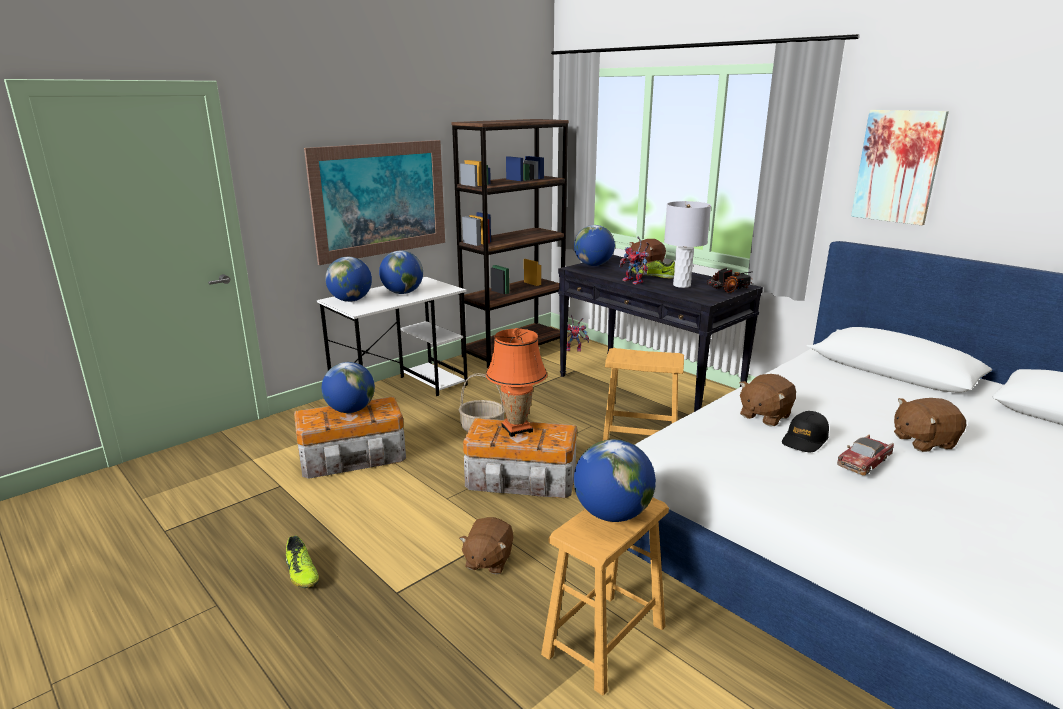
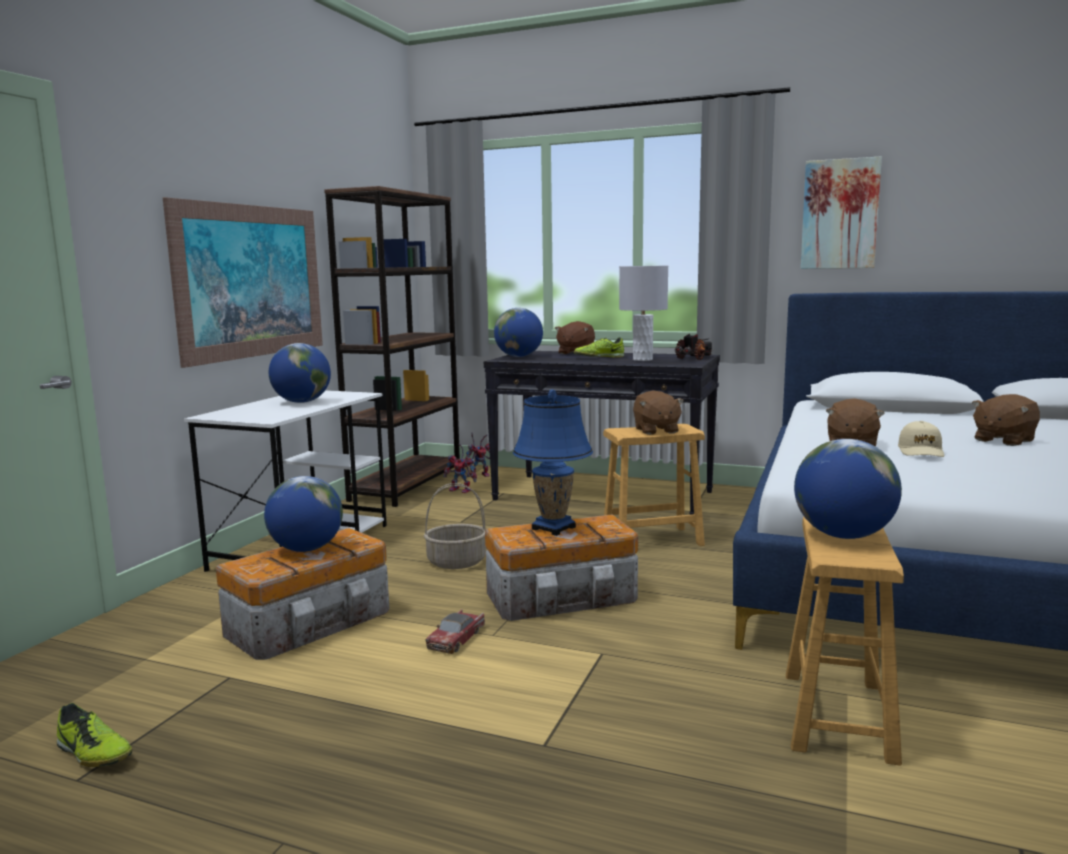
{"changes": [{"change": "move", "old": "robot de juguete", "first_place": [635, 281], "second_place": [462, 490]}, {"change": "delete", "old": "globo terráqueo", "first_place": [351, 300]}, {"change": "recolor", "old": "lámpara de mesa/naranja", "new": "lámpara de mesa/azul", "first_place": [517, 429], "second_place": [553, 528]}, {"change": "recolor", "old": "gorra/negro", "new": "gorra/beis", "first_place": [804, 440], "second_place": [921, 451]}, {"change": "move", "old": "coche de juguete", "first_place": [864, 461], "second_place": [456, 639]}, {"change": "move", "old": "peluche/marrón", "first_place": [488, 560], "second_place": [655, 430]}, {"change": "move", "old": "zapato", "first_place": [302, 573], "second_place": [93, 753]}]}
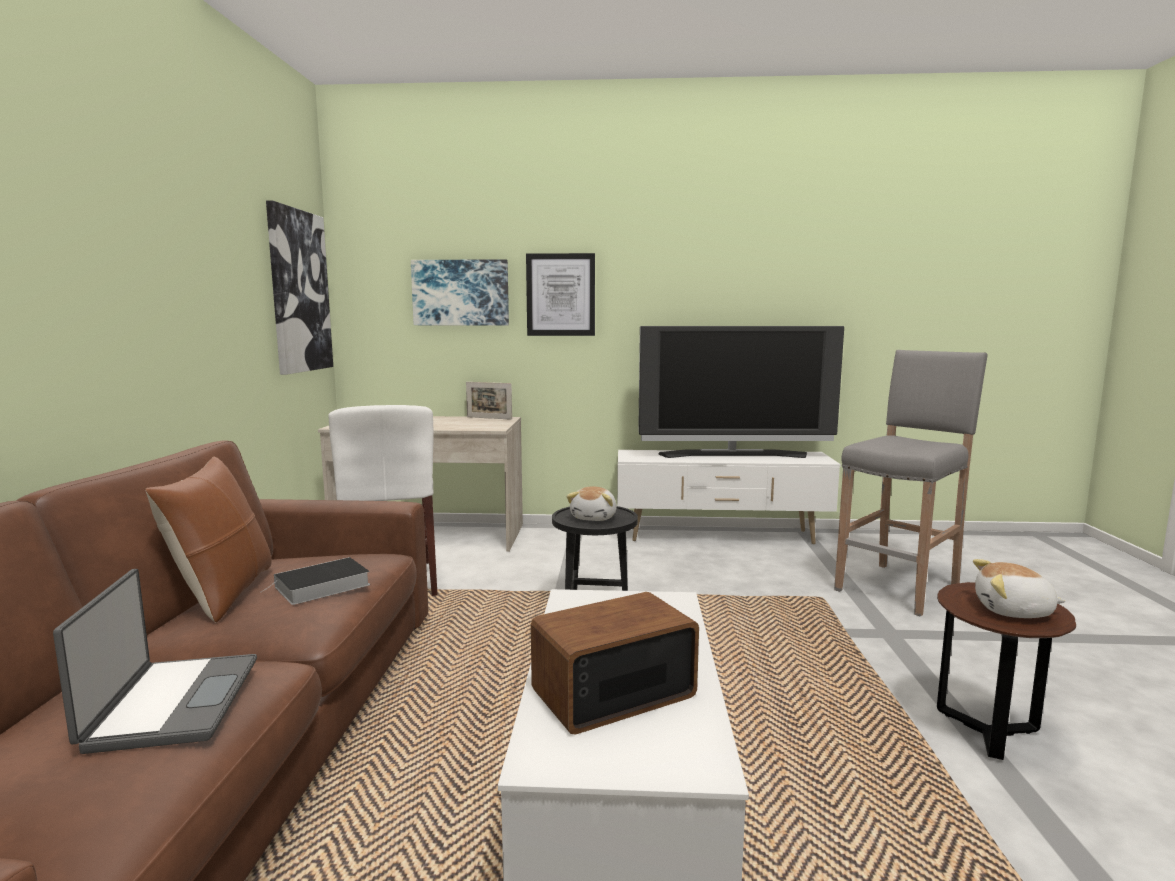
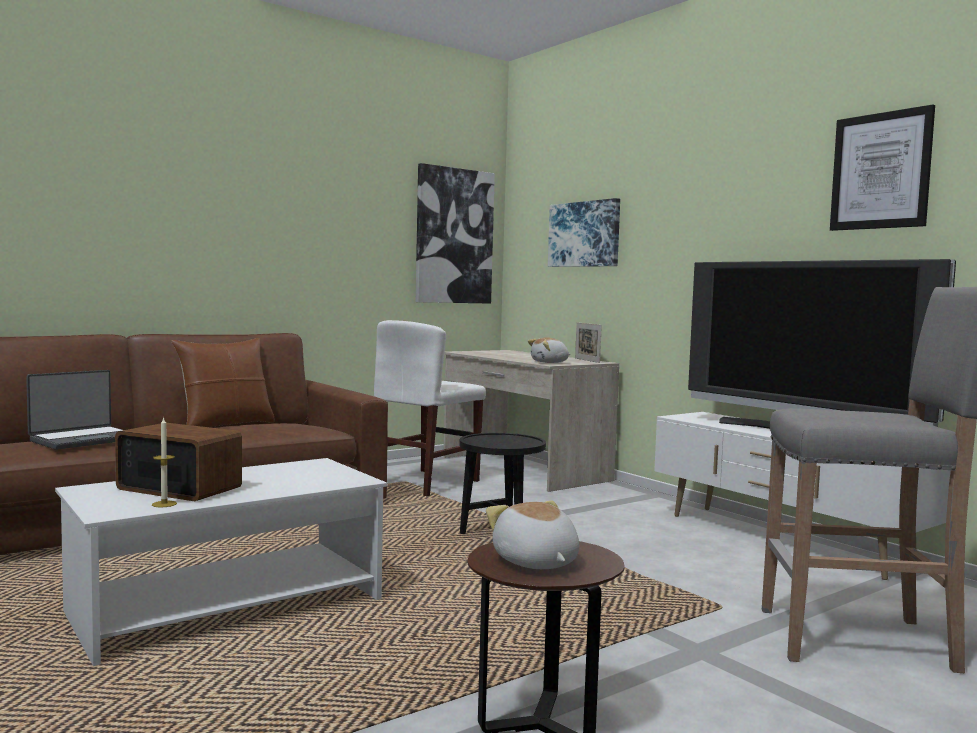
{"changes": [{"change": "move", "old": "cuadro", "first_place": [560, 295], "second_place": [880, 171]}, {"change": "move", "old": "peluche", "first_place": [594, 517], "second_place": [550, 362]}, {"change": "delete", "old": "libro", "first_place": [320, 587]}, {"change": "insert", "new": "vela", "second_place": [164, 504]}]}
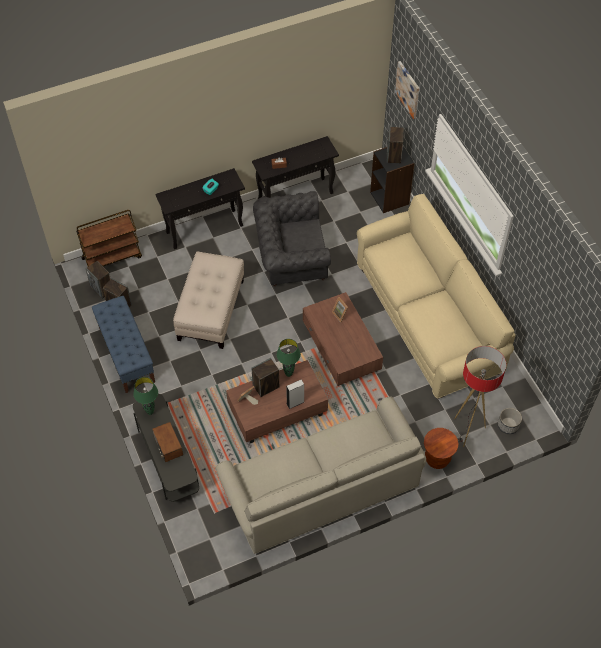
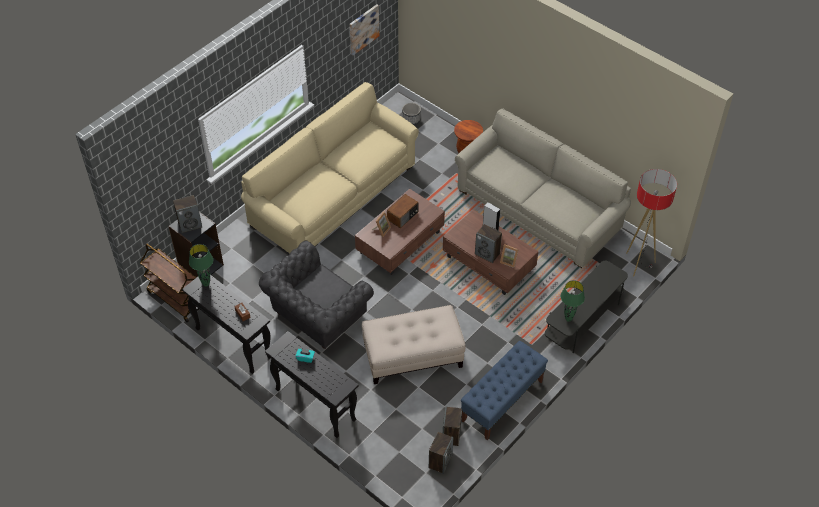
{"changes": [{"change": "move", "old": "cuadro", "first_place": [408, 89], "second_place": [363, 29]}, {"change": "rotate", "old": "sillón/gris", "first_place": [291, 258], "second_place": [317, 316], "degrees": 75}, {"change": "move", "old": "carrito/marrón", "first_place": [112, 257], "second_place": [175, 299]}, {"change": "move", "old": "lámpara de mesa/verde", "first_place": [288, 374], "second_place": [206, 284]}, {"change": "move", "old": "lámpara de pie", "first_place": [467, 431], "second_place": [638, 264]}, {"change": "move", "old": "radio", "first_place": [168, 446], "second_place": [403, 216]}]}
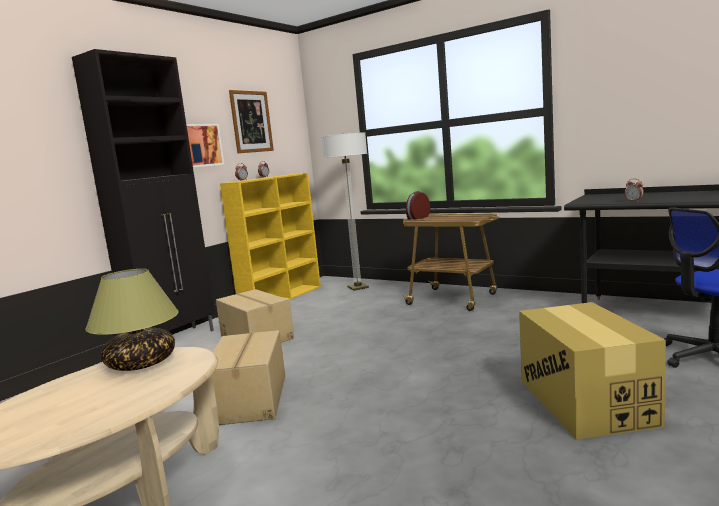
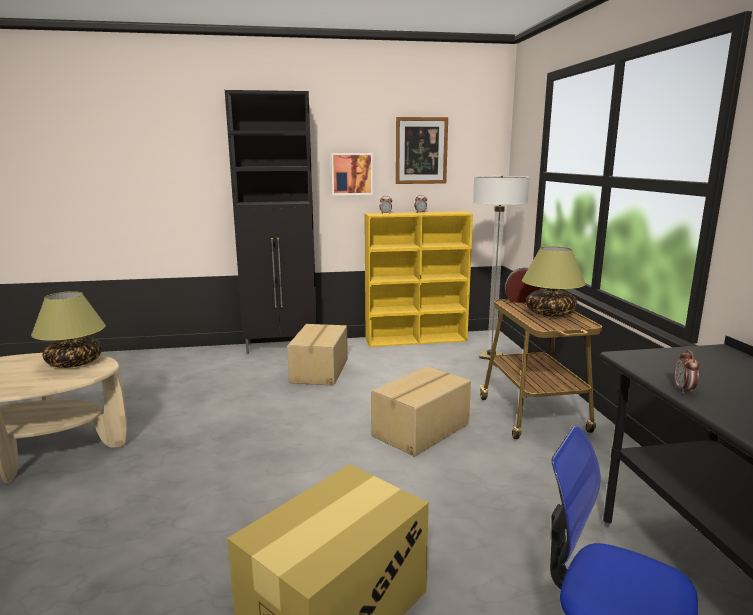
{"changes": [{"change": "move", "old": "caja de cartón", "first_place": [251, 399], "second_place": [422, 430]}, {"change": "insert", "new": "lámpara de mesa", "second_place": [550, 313]}]}
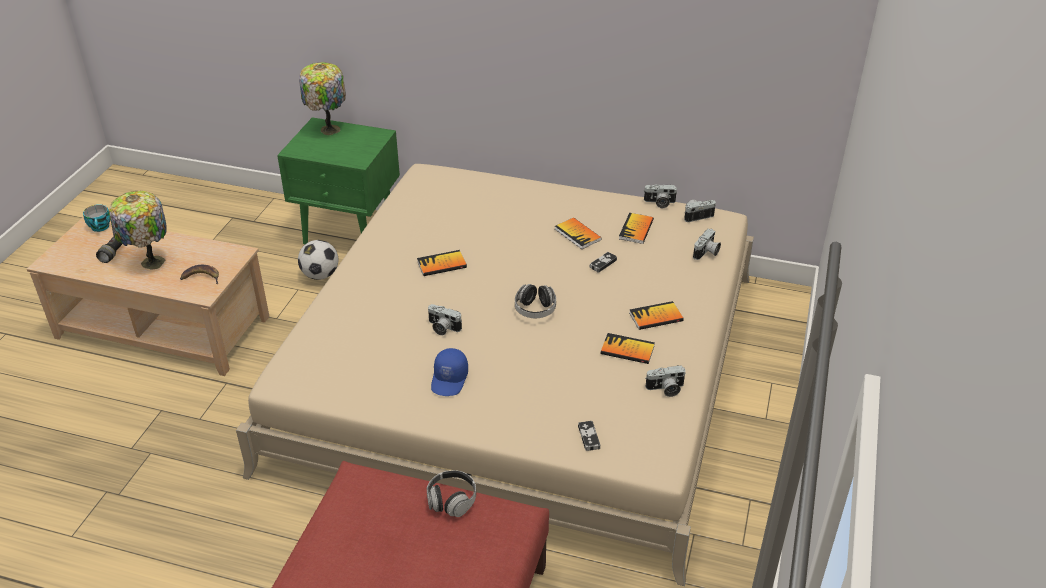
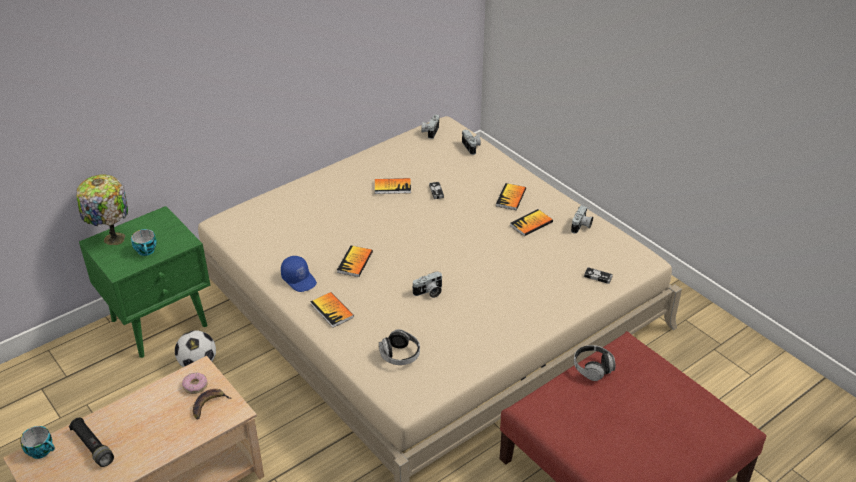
{"changes": [{"change": "delete", "old": "cámara", "first_place": [659, 203]}, {"change": "delete", "old": "lámpara de mesa", "first_place": [150, 263]}, {"change": "move", "old": "libro", "first_place": [636, 229], "second_place": [332, 310]}, {"change": "move", "old": "auriculares", "first_place": [535, 310], "second_place": [400, 355]}, {"change": "move", "old": "gorra/azul", "first_place": [450, 379], "second_place": [299, 279]}, {"change": "insert", "new": "taza", "second_place": [147, 251]}, {"change": "insert", "new": "rosquilla", "second_place": [195, 386]}]}
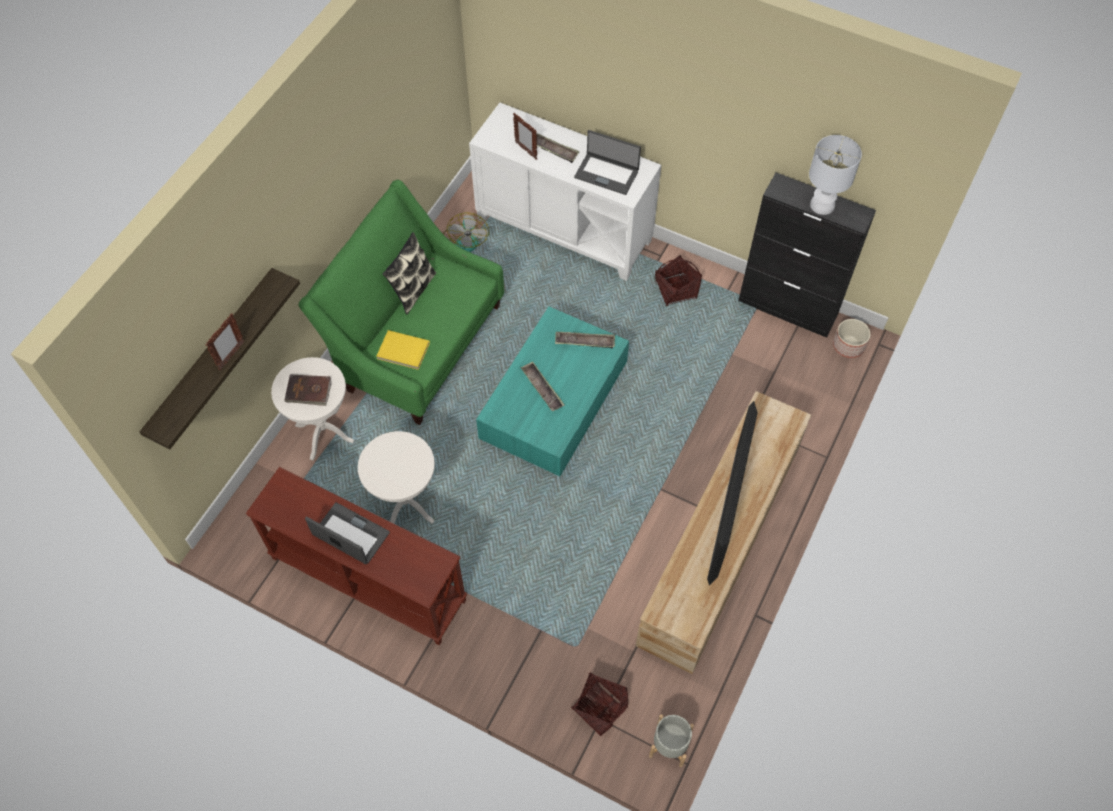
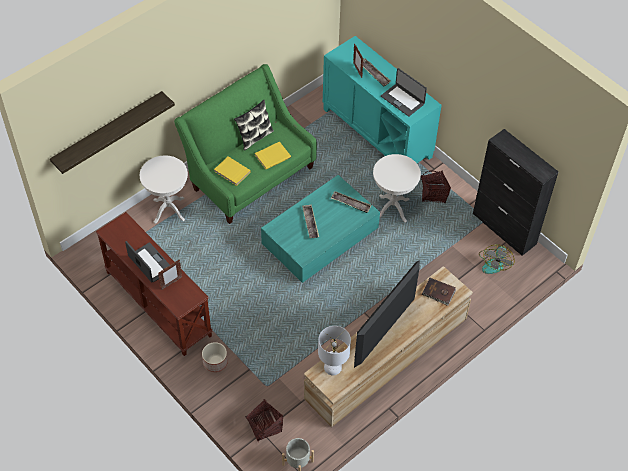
{"changes": [{"change": "recolor", "old": "armario/blanco", "new": "armario/turquesa", "first_place": [564, 229], "second_place": [377, 133]}, {"change": "move", "old": "lámpara de mesa/blanco", "first_place": [822, 204], "second_place": [333, 367]}, {"change": "move", "old": "ventilador", "first_place": [466, 240], "second_place": [494, 262]}, {"change": "move", "old": "portarretratos", "first_place": [231, 356], "second_place": [171, 283]}, {"change": "move", "old": "maceta", "first_place": [848, 346], "second_place": [215, 362]}, {"change": "move", "old": "libro/marrón", "first_place": [308, 391], "second_place": [438, 292]}, {"change": "move", "old": "mesa auxiliar/blanco", "first_place": [407, 506], "second_place": [392, 208]}, {"change": "insert", "new": "libro/amarillo", "second_place": [272, 156]}]}
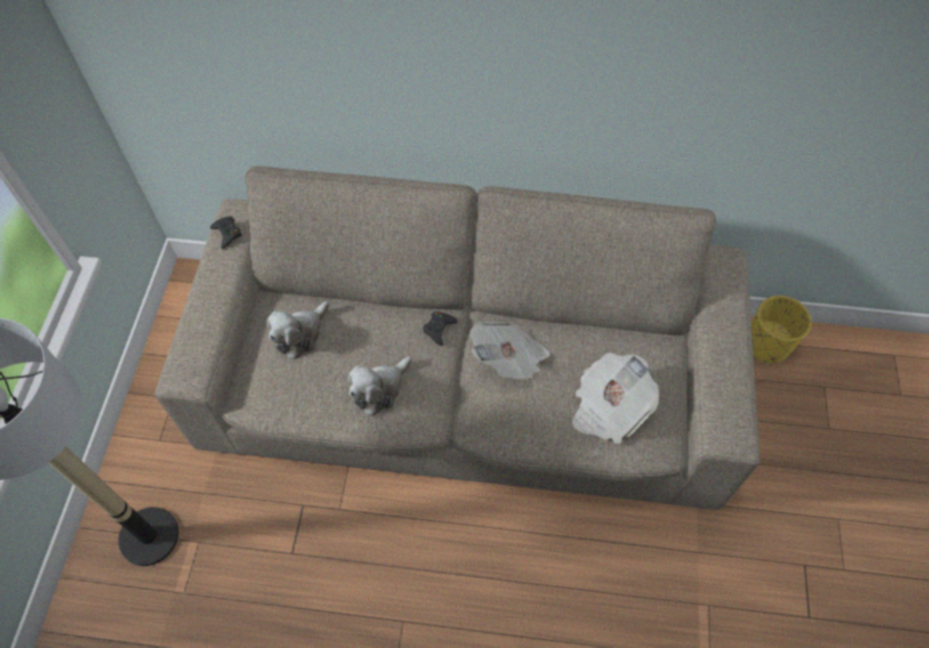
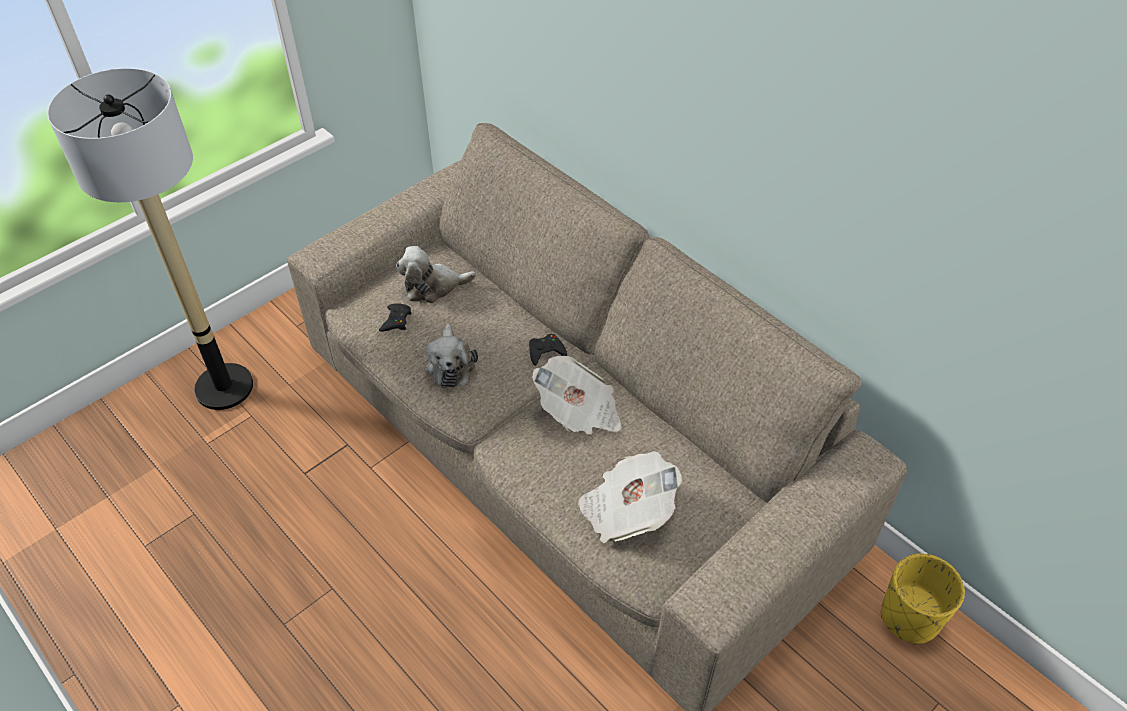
{"changes": [{"change": "move", "old": "mando de consola/negro", "first_place": [227, 233], "second_place": [396, 320]}, {"change": "rotate", "old": "peluche", "first_place": [380, 389], "second_place": [450, 365], "degrees": -90}]}
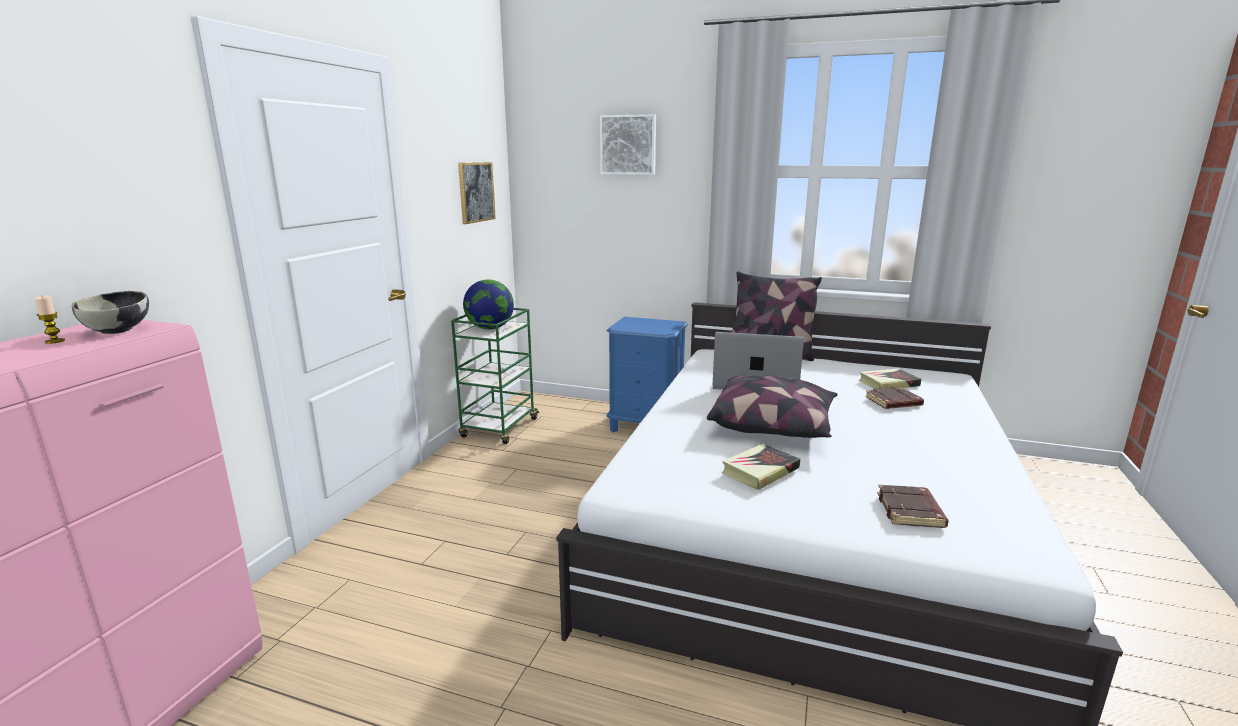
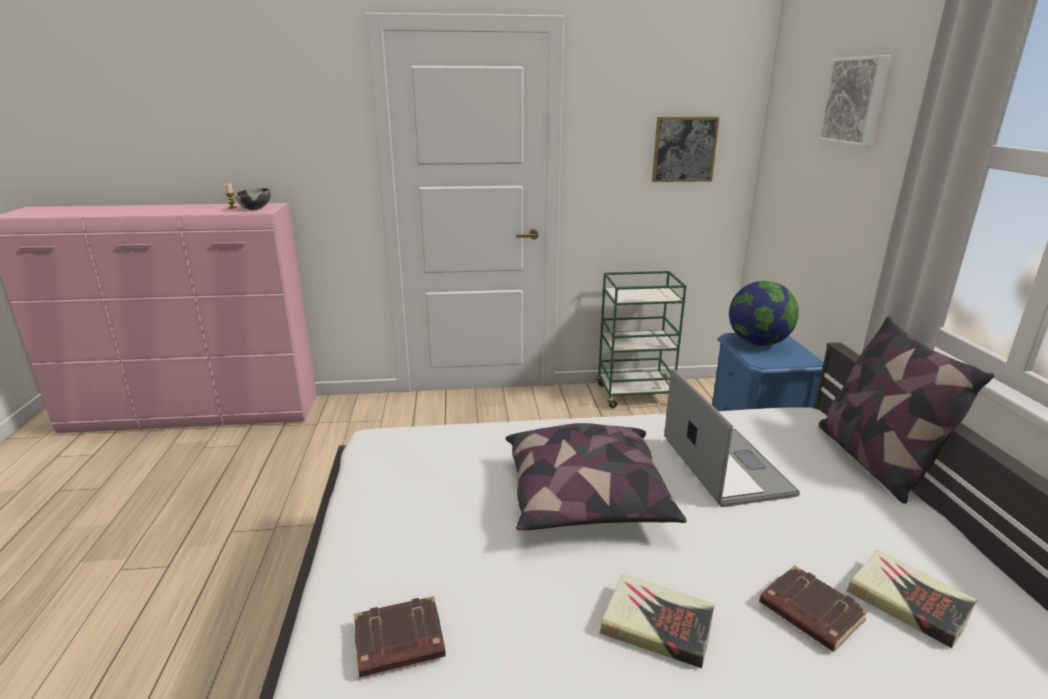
{"changes": [{"change": "move", "old": "globo terráqueo", "first_place": [490, 328], "second_place": [758, 343]}, {"change": "move", "old": "libro", "first_place": [760, 471], "second_place": [657, 625]}]}
